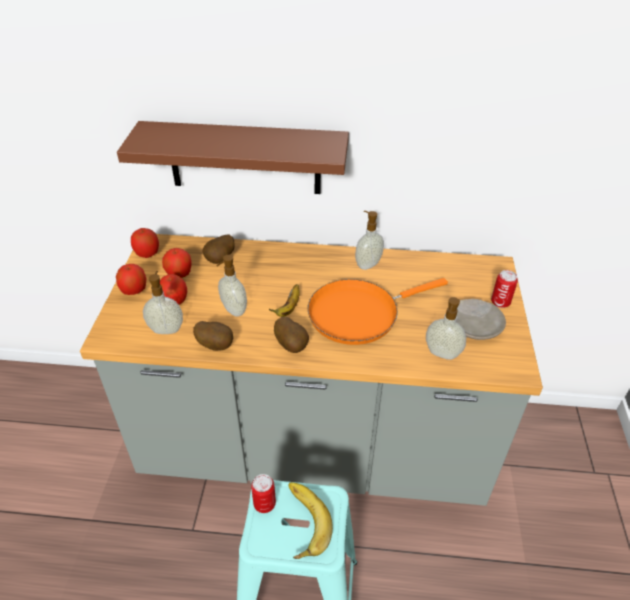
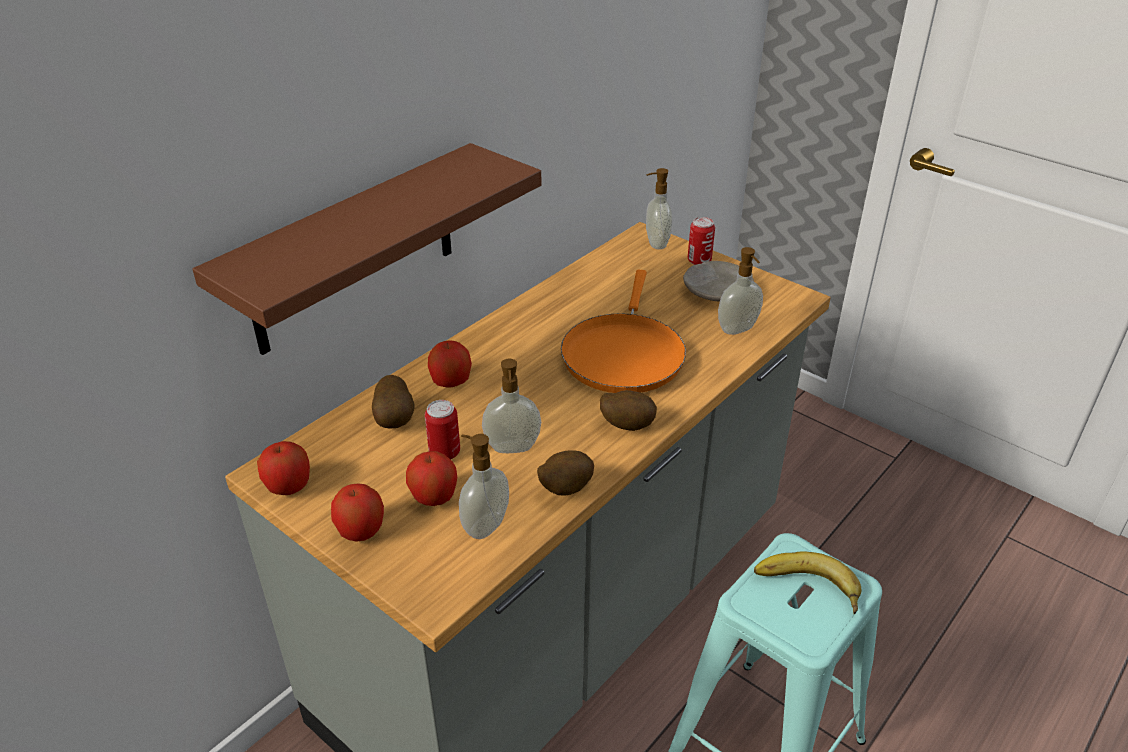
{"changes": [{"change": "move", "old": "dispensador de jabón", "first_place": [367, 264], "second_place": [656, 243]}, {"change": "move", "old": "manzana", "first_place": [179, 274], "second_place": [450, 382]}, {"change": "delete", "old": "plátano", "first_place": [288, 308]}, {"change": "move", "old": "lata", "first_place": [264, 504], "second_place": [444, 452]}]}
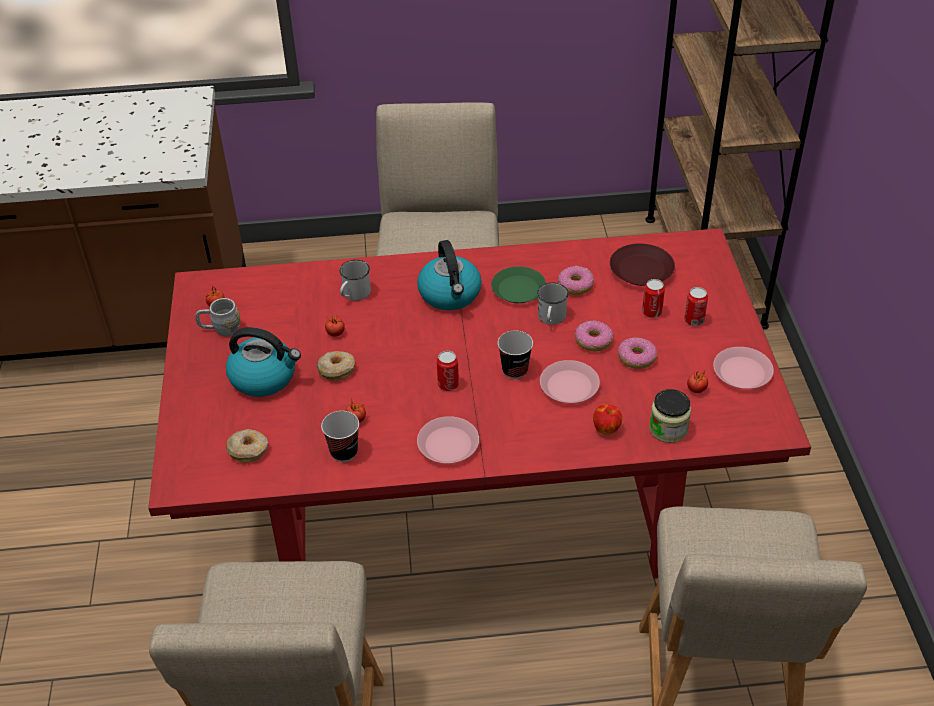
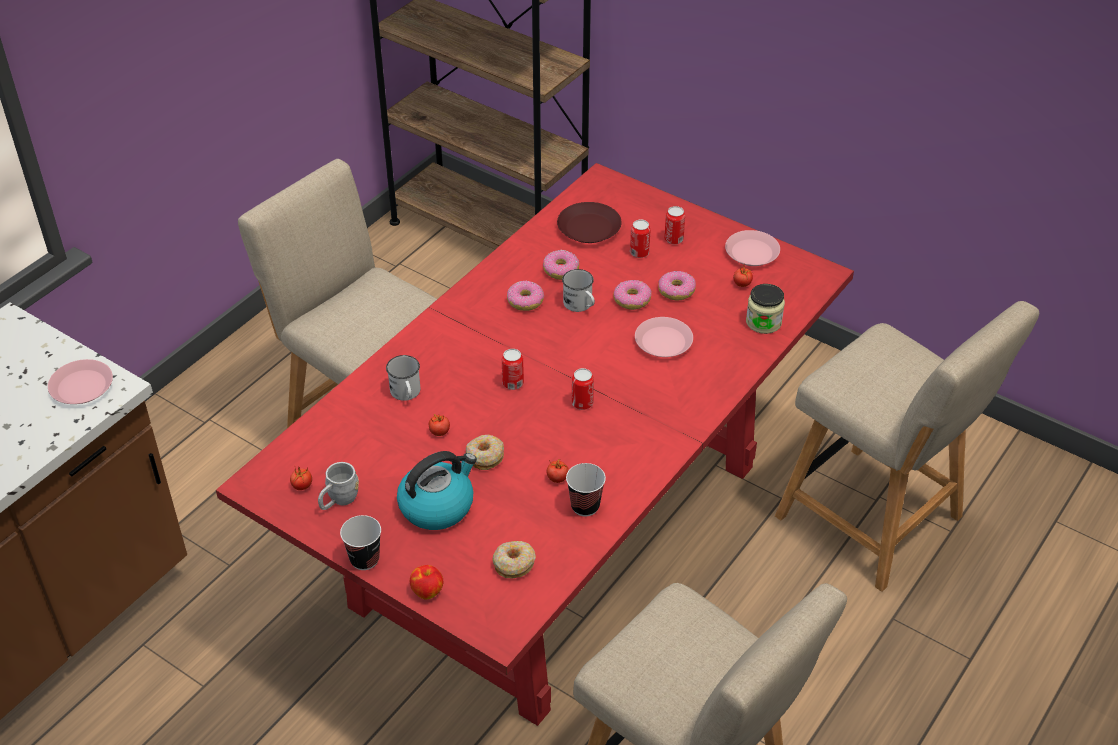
{"changes": [{"change": "delete", "old": "hervidor", "first_place": [450, 294]}, {"change": "replace", "old": "plato/verde", "new": "rosquilla", "first_place": [518, 289], "second_place": [525, 301]}, {"change": "move", "old": "taza", "first_place": [515, 370], "second_place": [364, 559]}, {"change": "move", "old": "manzana", "first_place": [606, 429], "second_place": [427, 591]}, {"change": "move", "old": "plato/rosa", "first_place": [448, 445], "second_place": [82, 387]}, {"change": "insert", "new": "lata", "second_place": [513, 383]}]}
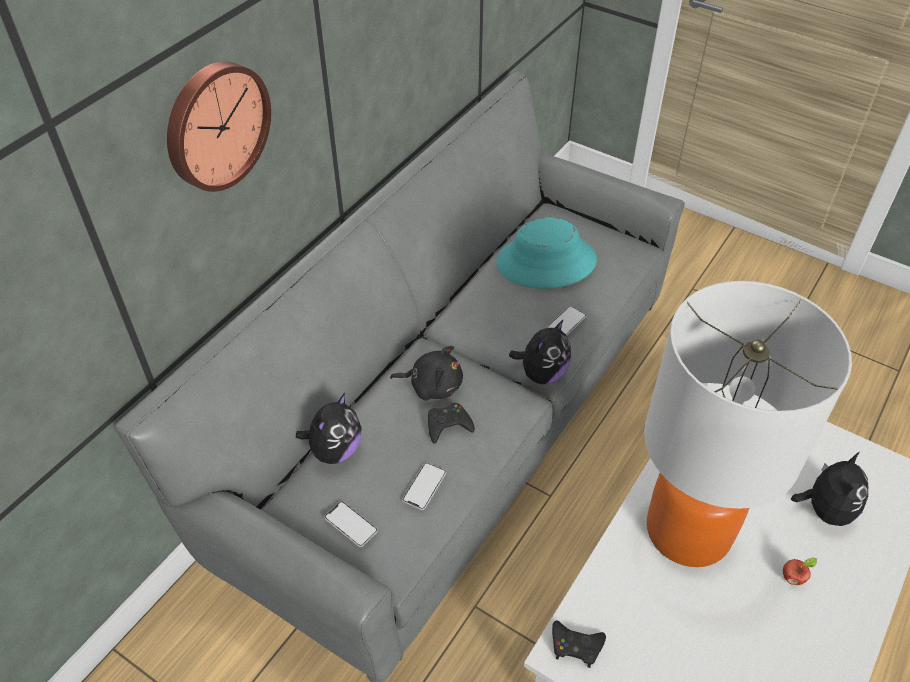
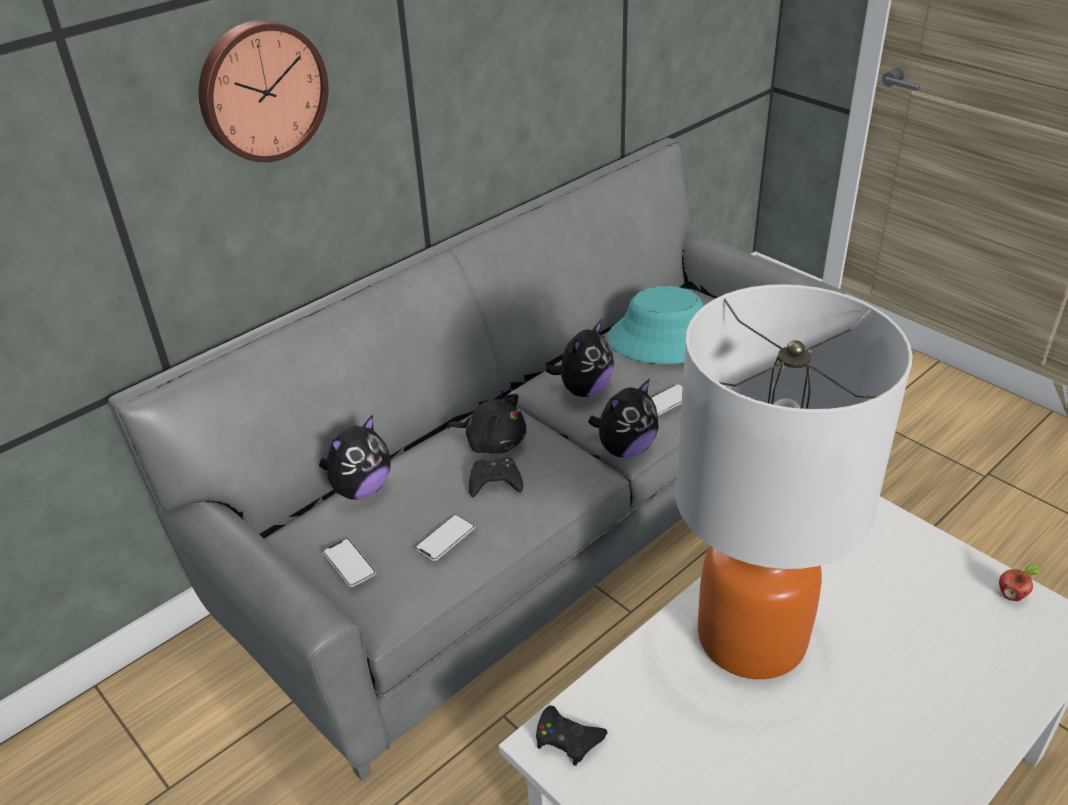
{"changes": [{"change": "move", "old": "peluche", "first_place": [825, 510], "second_place": [584, 390]}, {"change": "move", "old": "manzana", "first_place": [793, 578], "second_place": [1012, 595]}]}
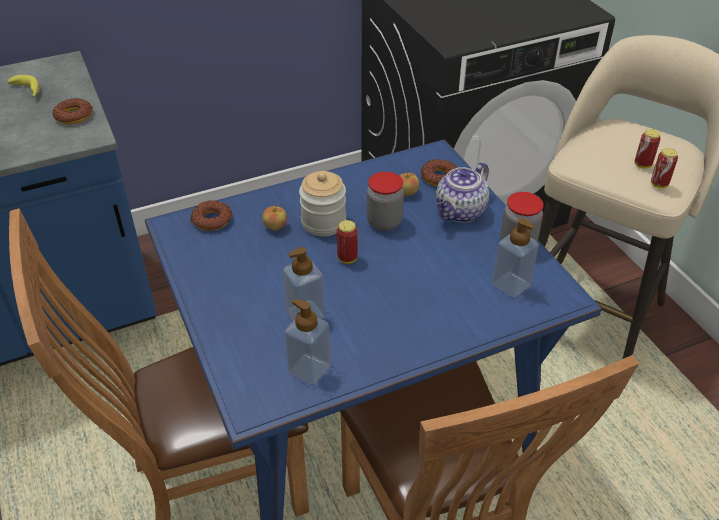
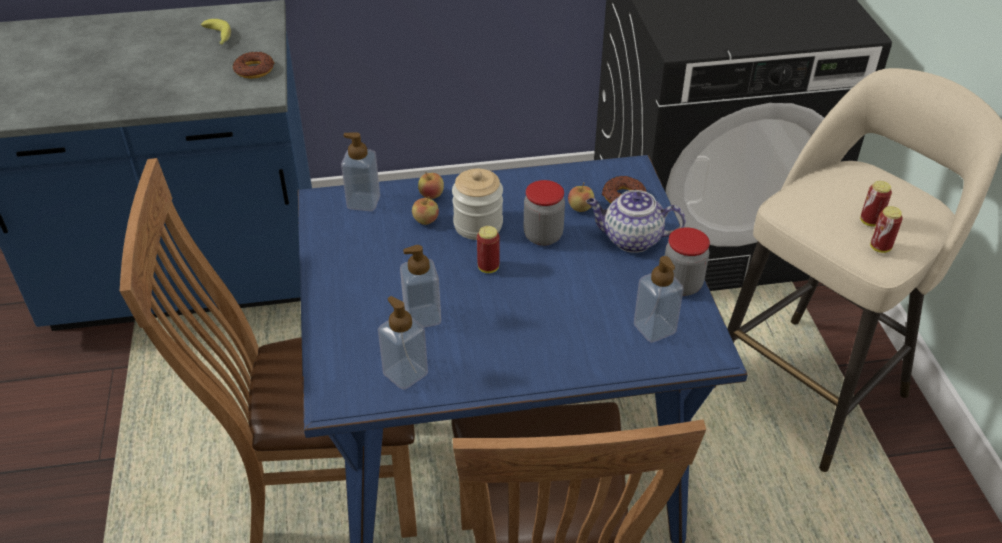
{"changes": [{"change": "rotate", "old": "tetera", "first_place": [460, 212], "second_place": [631, 239], "degrees": 45}, {"change": "replace", "old": "rosquilla", "new": "dispensador de jabón", "first_place": [212, 220], "second_place": [363, 202]}, {"change": "insert", "new": "manzana", "second_place": [431, 195]}]}
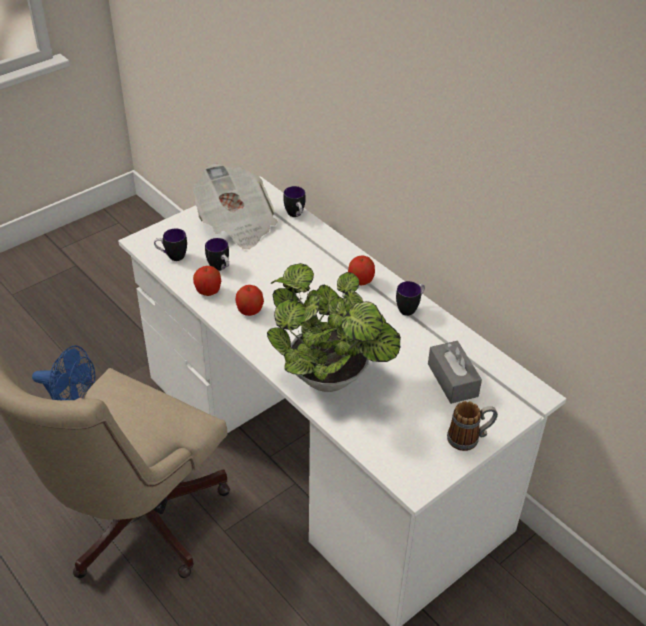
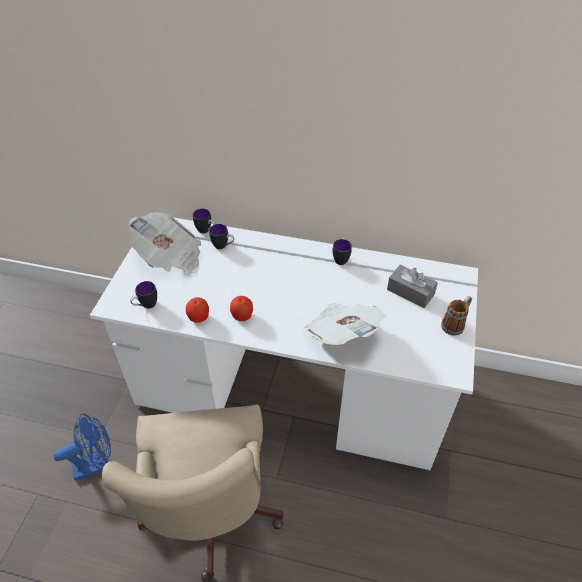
{"changes": [{"change": "move", "old": "taza grande", "first_place": [220, 268], "second_place": [223, 246]}, {"change": "delete", "old": "manzana", "first_place": [361, 281]}, {"change": "replace", "old": "planta en maceta", "new": "periódico", "first_place": [332, 380], "second_place": [342, 334]}]}
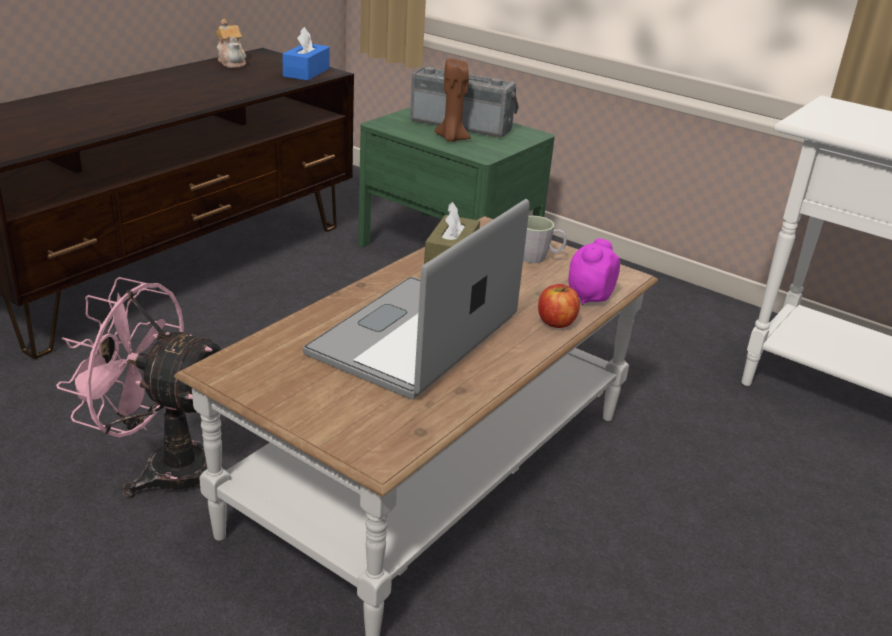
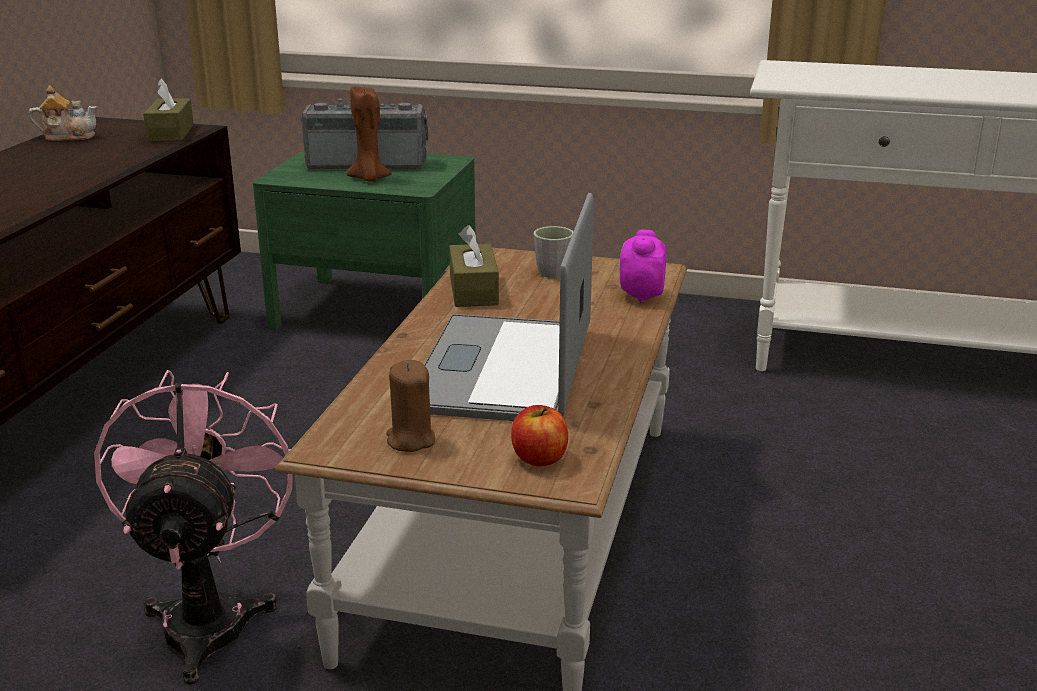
{"changes": [{"change": "rotate", "old": "tetera", "first_place": [232, 62], "second_place": [68, 136], "degrees": -45}, {"change": "recolor", "old": "caja de pañuelos/azul", "new": "caja de pañuelos/marrón", "first_place": [306, 72], "second_place": [171, 133]}, {"change": "rotate", "old": "ventilador/rosa", "first_place": [163, 468], "second_place": [209, 616], "degrees": 90}, {"change": "move", "old": "manzana", "first_place": [556, 322], "second_place": [539, 458]}, {"change": "insert", "new": "vela/marrón", "second_place": [410, 440]}]}
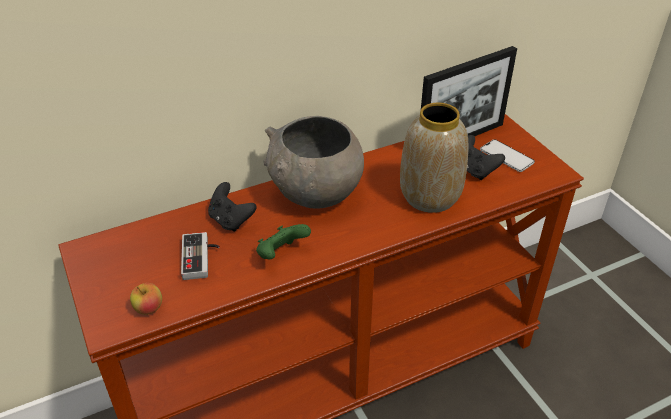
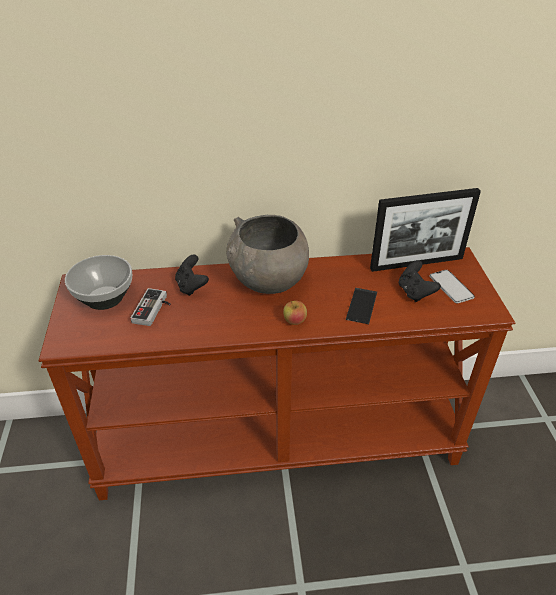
{"changes": [{"change": "replace", "old": "florero", "new": "móvil", "first_place": [429, 197], "second_place": [361, 306]}, {"change": "delete", "old": "mando de consola/verde", "first_place": [281, 254]}, {"change": "move", "old": "manzana", "first_place": [149, 309], "second_place": [294, 321]}, {"change": "insert", "new": "cuenco", "second_place": [104, 297]}]}
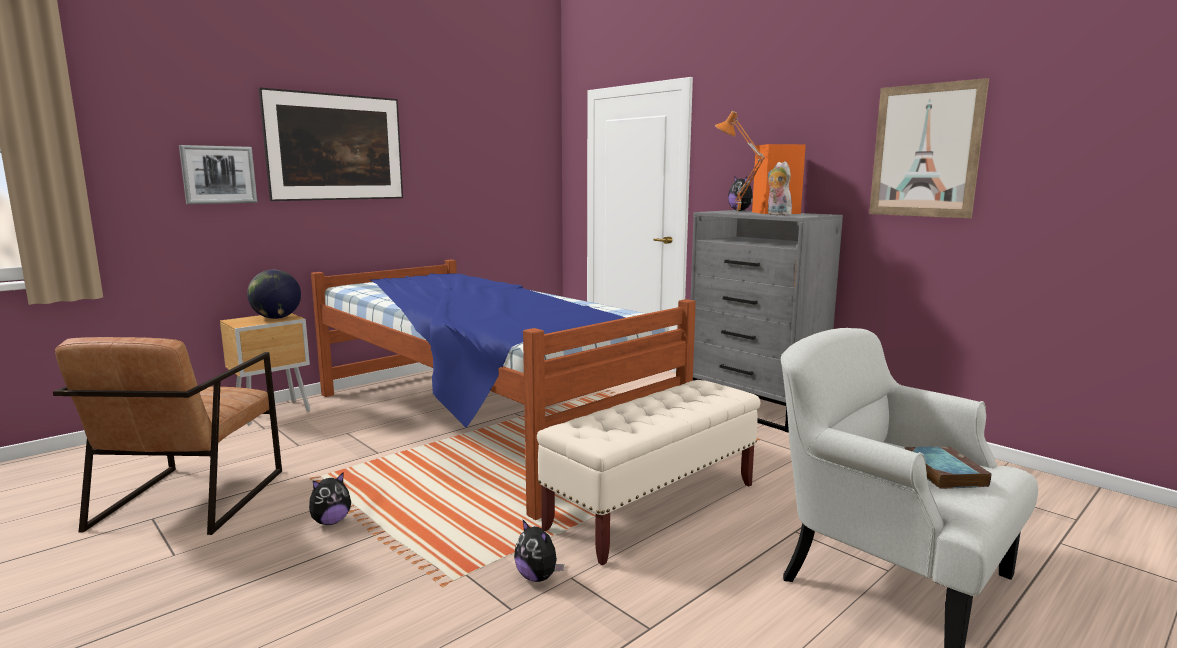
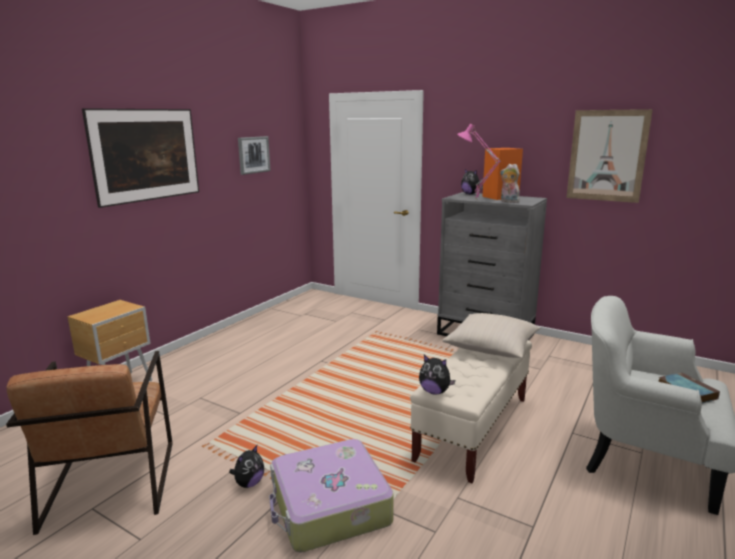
{"changes": [{"change": "recolor", "old": "lámpara de mesa/naranja", "new": "lámpara de mesa/rosa", "first_place": [736, 213], "second_place": [475, 199]}, {"change": "move", "old": "cuadro", "first_place": [219, 174], "second_place": [253, 155]}, {"change": "delete", "old": "cama", "first_place": [482, 421]}, {"change": "delete", "old": "globo terráqueo", "first_place": [276, 318]}, {"change": "move", "old": "peluche", "first_place": [538, 577], "second_place": [435, 392]}, {"change": "insert", "new": "cojín/beis", "second_place": [491, 348]}, {"change": "insert", "new": "maleta", "second_place": [329, 507]}]}
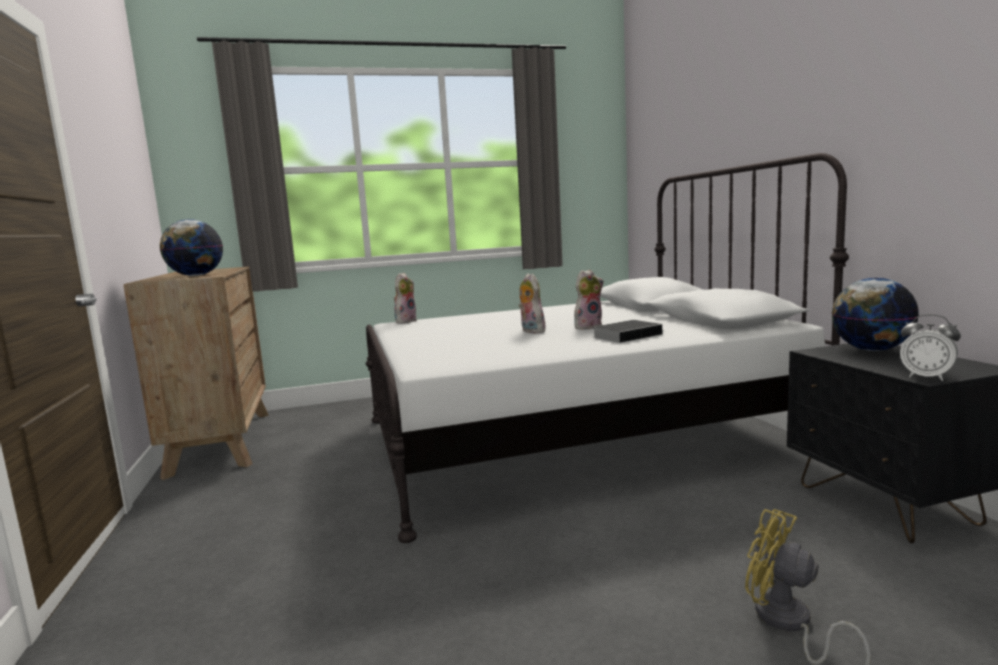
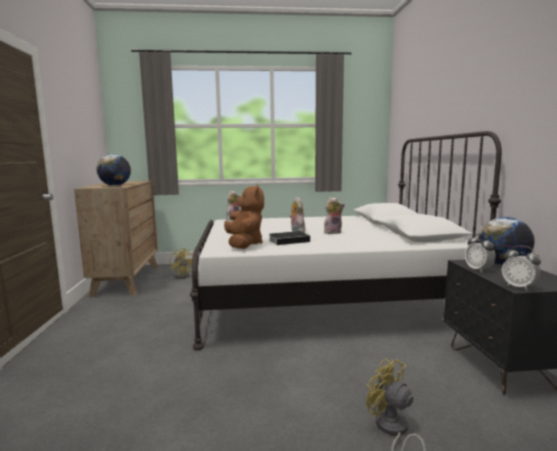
{"changes": [{"change": "move", "old": "libro", "first_place": [628, 335], "second_place": [290, 240]}, {"change": "insert", "new": "peluche/marrón", "second_place": [244, 244]}, {"change": "insert", "new": "despertador", "second_place": [478, 270]}, {"change": "insert", "new": "ventilador/amarillo", "second_place": [184, 275]}]}
